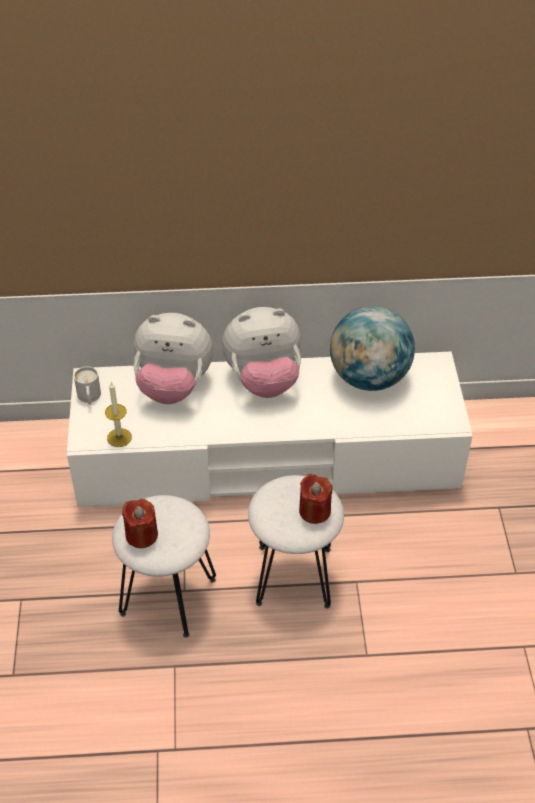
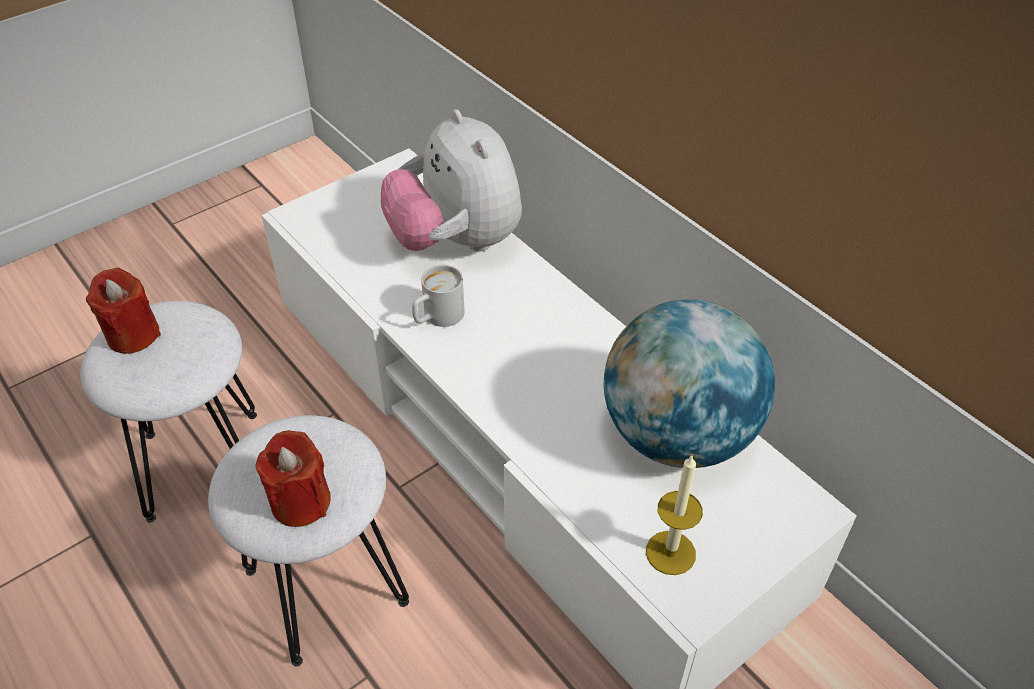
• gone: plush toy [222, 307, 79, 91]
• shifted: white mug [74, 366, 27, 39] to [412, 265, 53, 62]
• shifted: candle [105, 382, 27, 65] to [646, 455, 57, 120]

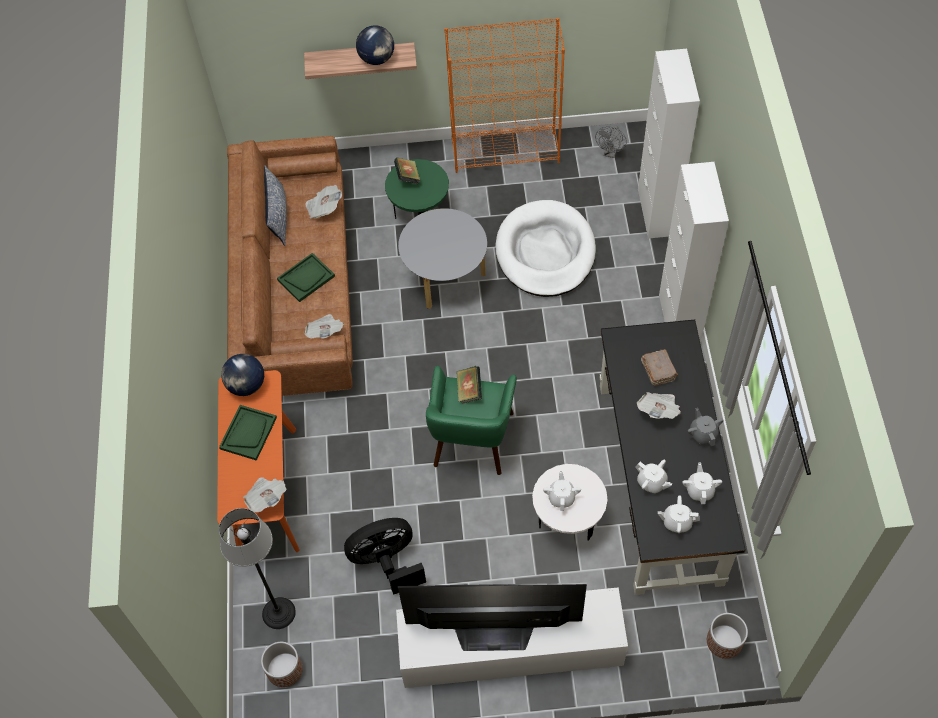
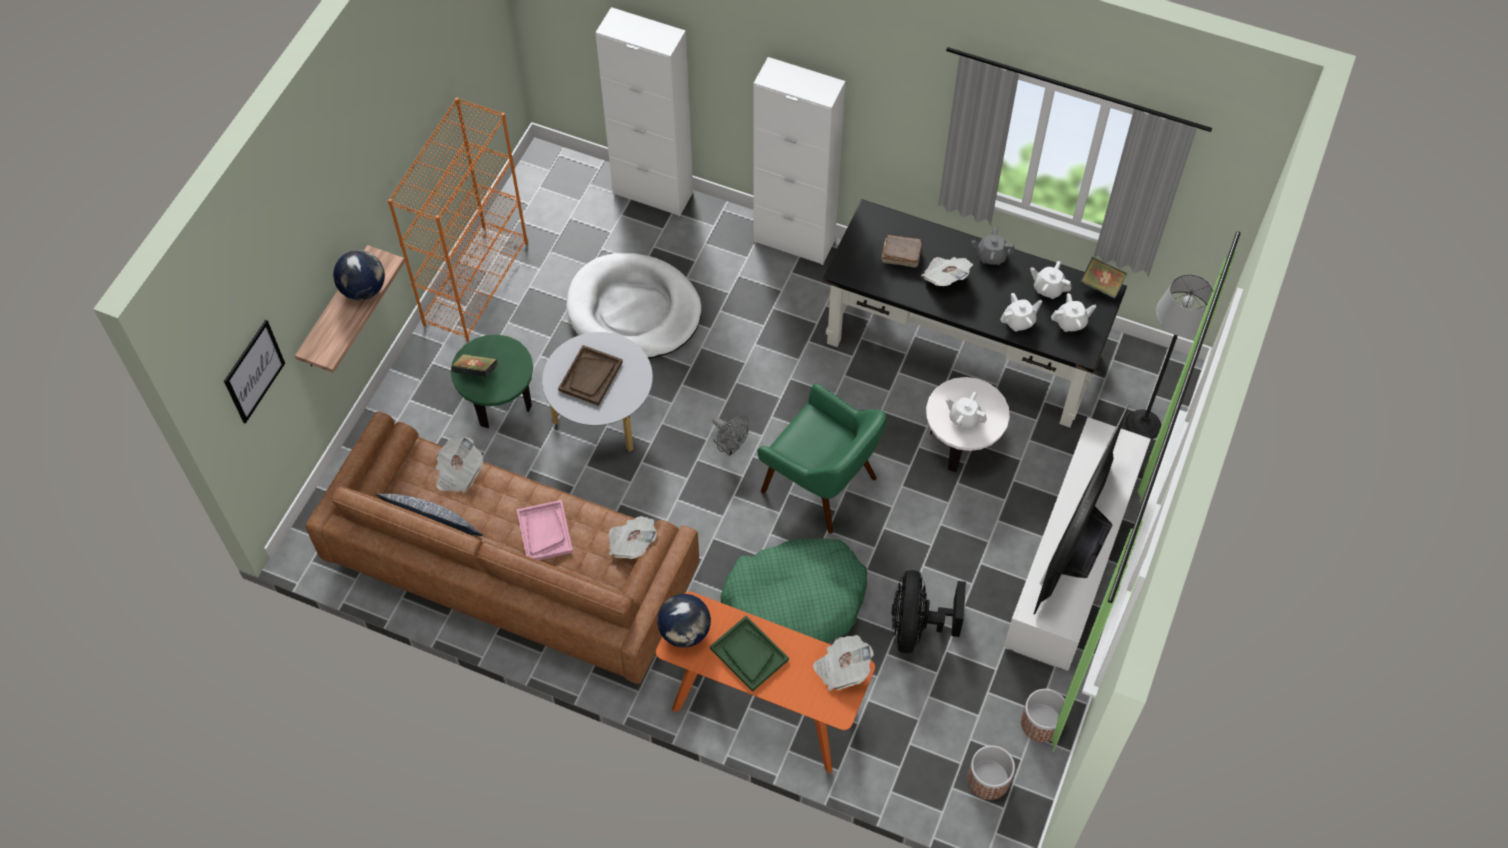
• new: picture [224, 319, 61, 105]
• new: brown tray [558, 345, 65, 61]
• new: green dog bed [720, 538, 147, 105]
• shifted: floor lamp [219, 508, 77, 121] to [1125, 274, 88, 166]
• shifted: book [456, 366, 26, 38] to [1080, 257, 47, 41]
• shifted: grey fan [595, 125, 32, 33] to [713, 416, 36, 40]
• shifted: planter [707, 613, 41, 46] to [1021, 689, 44, 53]
• repainted: green tray [277, 253, 58, 49] to pink tray [517, 500, 56, 60]
• rotated: white teapot [658, 496, 42, 37] = [1051, 293, 45, 39] 135 degrees counterclockwise

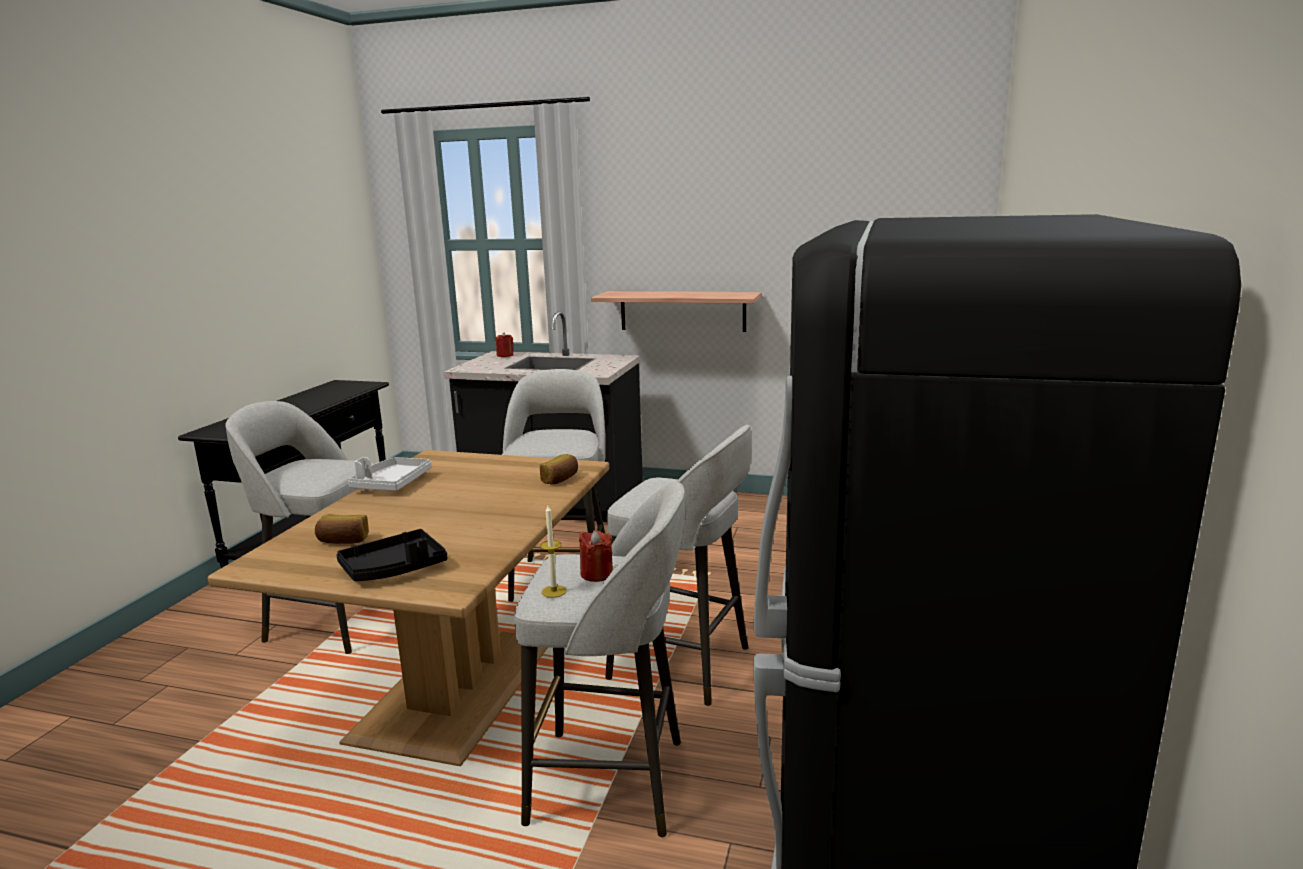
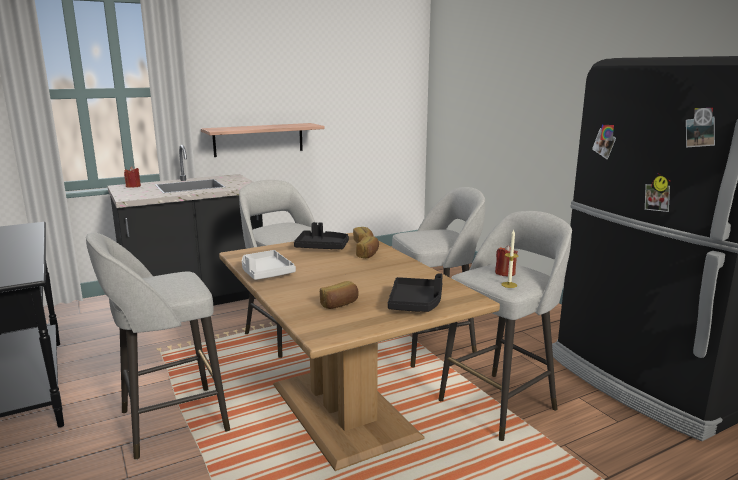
• new: black tray [294, 222, 55, 27]
• new: bread [356, 236, 23, 22]

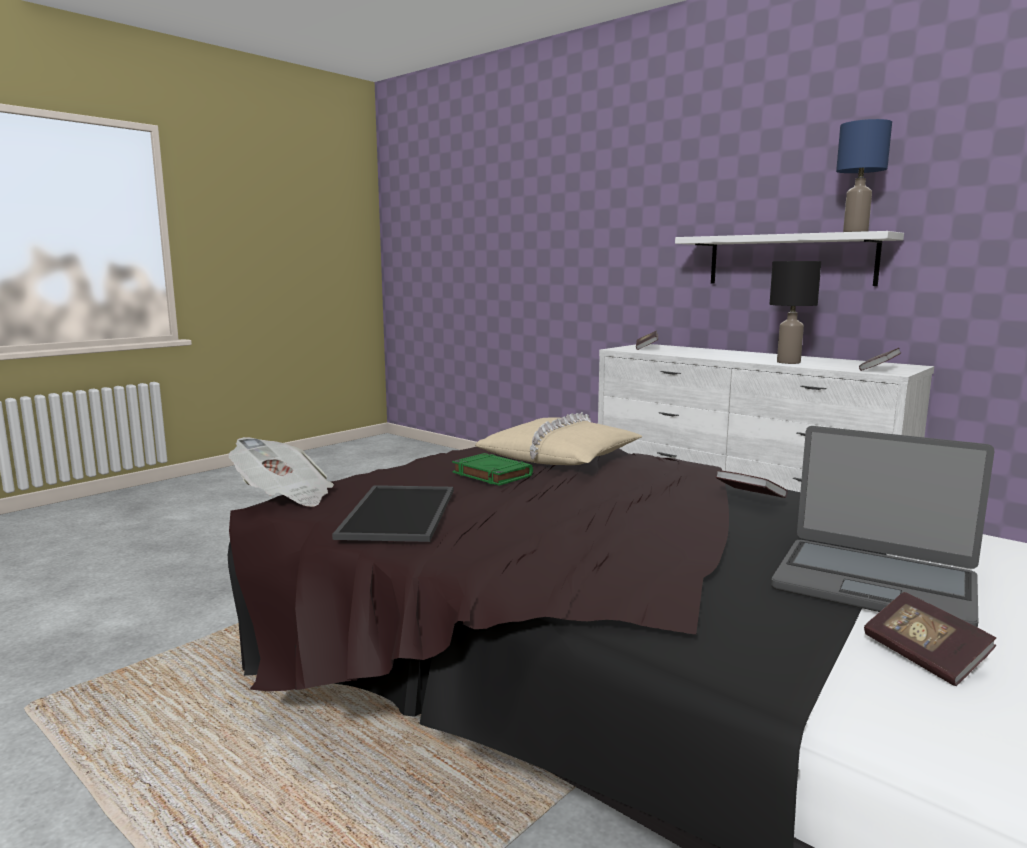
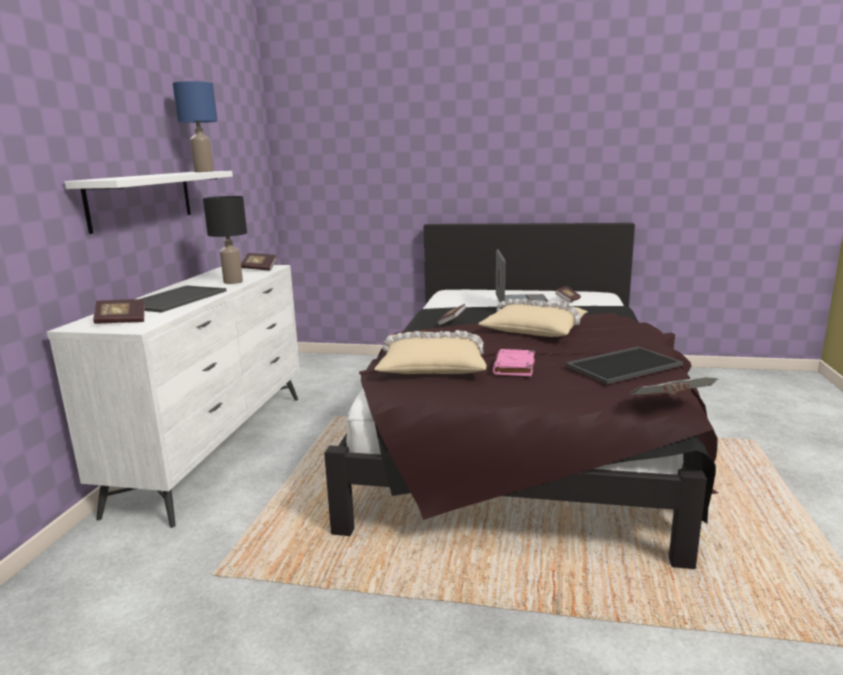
• new: tray [141, 285, 85, 28]
• new: beige pillow [478, 299, 110, 38]
• repainted: green book [452, 453, 81, 33] to pink book [493, 349, 42, 27]

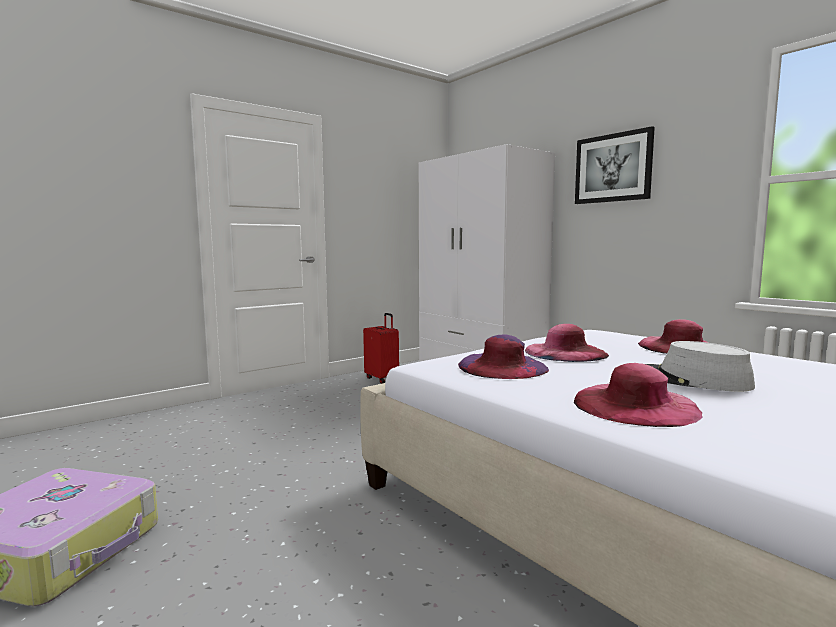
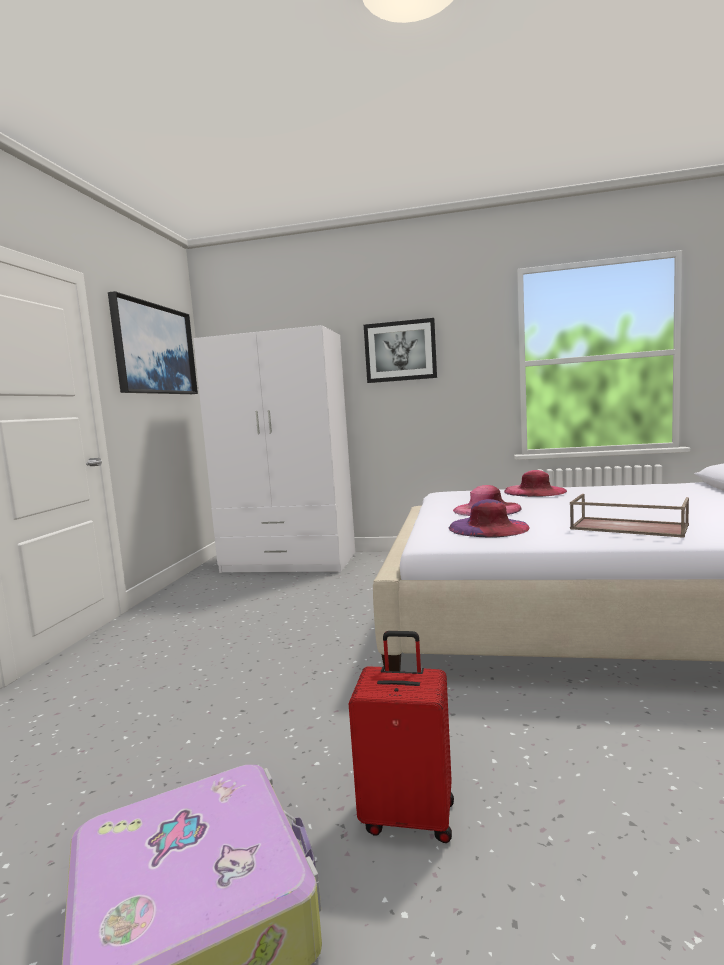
• gone: grey hat [646, 341, 109, 51]
• new: picture [108, 291, 90, 103]
• shifted: red suitcase [363, 313, 36, 71] to [349, 631, 105, 212]
• swapped: pink hat [574, 363, 129, 64] to brown tray [570, 494, 119, 44]

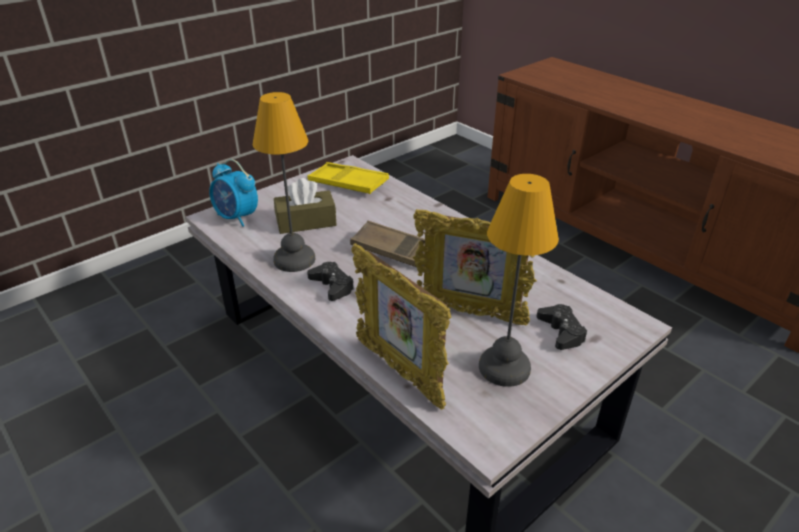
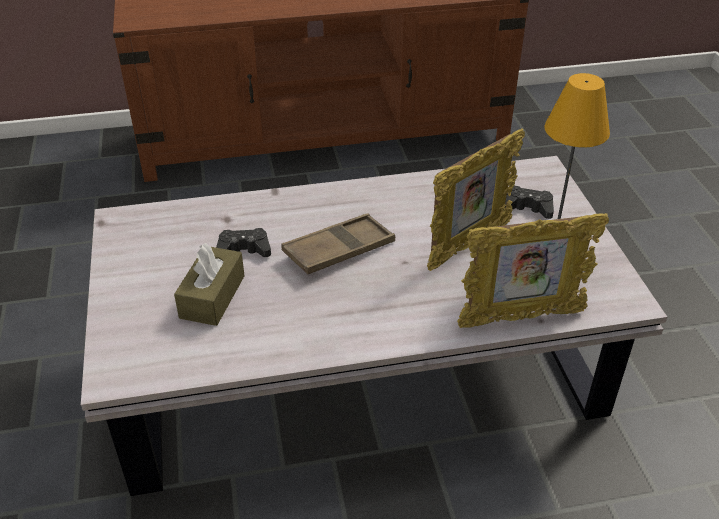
• gone: alarm clock [209, 159, 49, 68]
• gone: table lamp [253, 92, 62, 180]
• gone: yellow tray [307, 162, 82, 32]
• shifted: black game controller [307, 262, 47, 39] to [216, 228, 55, 29]

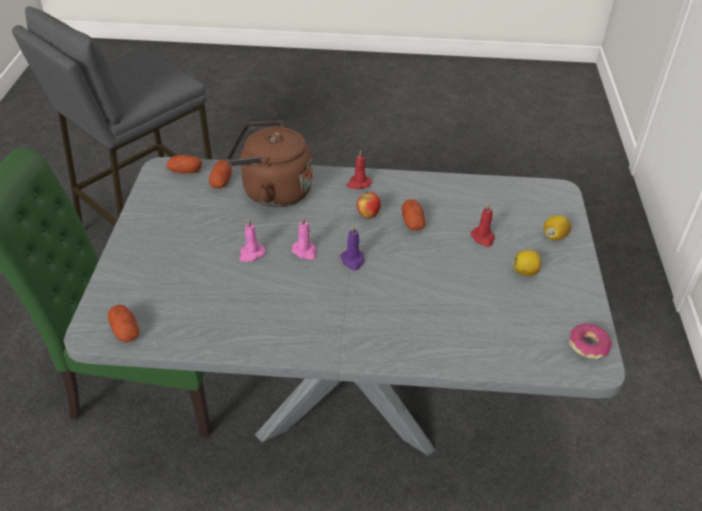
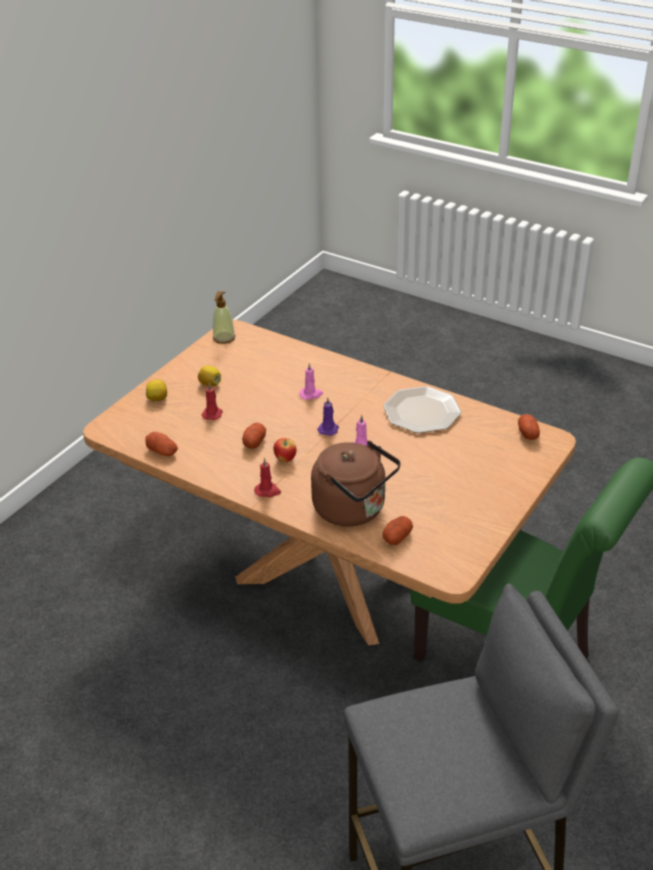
• new: plate [383, 386, 78, 47]
• shifted: potato [166, 155, 36, 19] to [145, 432, 33, 24]
• shifted: pink candle [239, 219, 27, 43] to [299, 363, 24, 37]
• swapped: donut [569, 323, 43, 36] to soap dispenser [213, 291, 22, 53]
• repainted: grey dining table [64, 157, 561, 299] to brown dining table [83, 320, 493, 325]

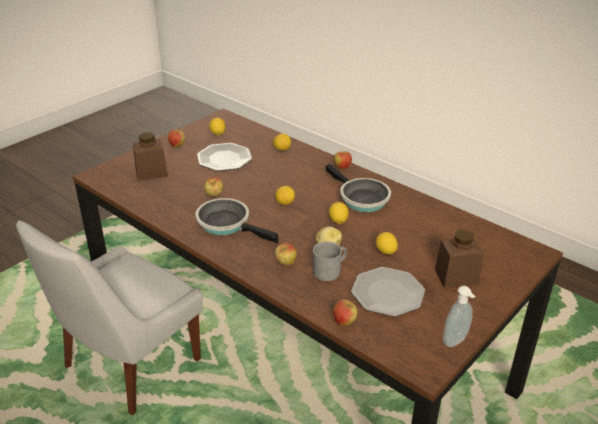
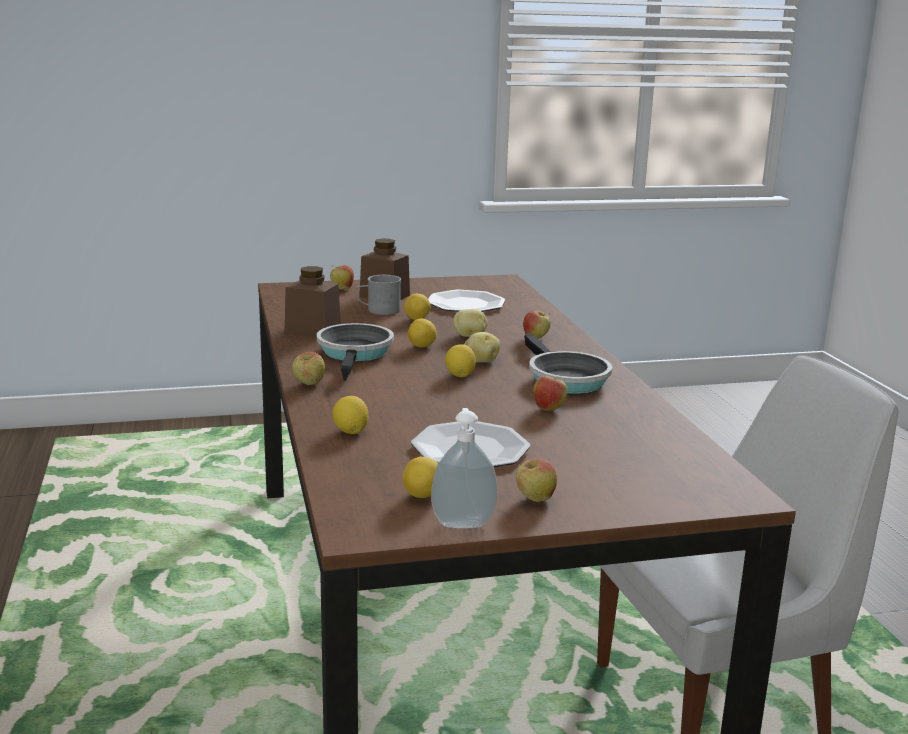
• new: potato [464, 332, 36, 31]
• shifted: brown jar [133, 132, 35, 49] to [285, 266, 56, 71]
• shifted: grey mug [313, 241, 34, 40] to [356, 275, 45, 40]
• shifted: apple [333, 300, 25, 25] to [330, 265, 24, 24]
• shifted: soap dispenser [443, 286, 33, 61] to [431, 408, 67, 120]

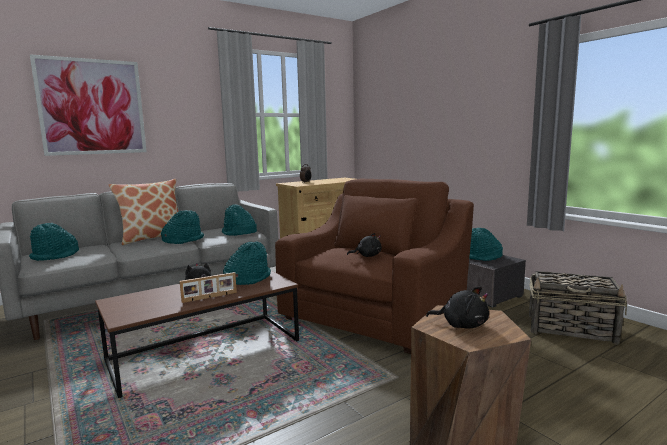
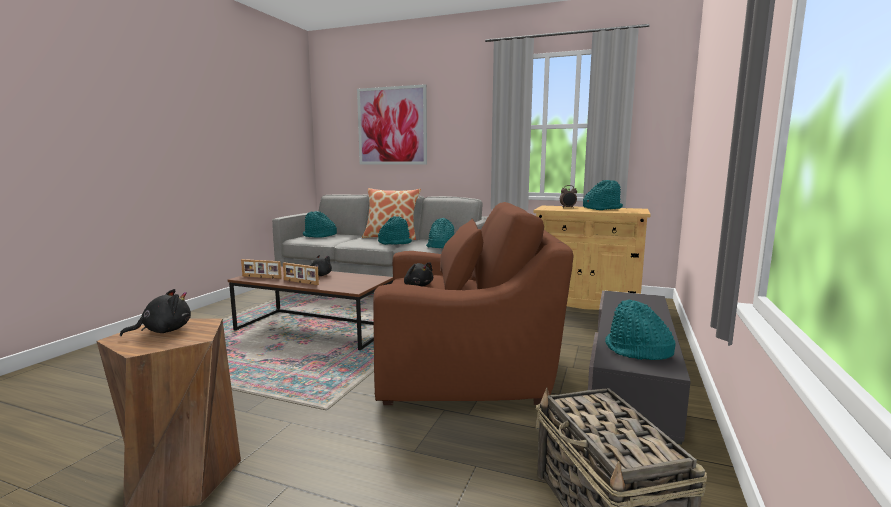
• new: picture frame [241, 259, 41, 20]
• shifted: turquoise hat [223, 241, 48, 44] to [583, 180, 40, 30]
• rotated: black plush toy [426, 286, 63, 42] = [120, 289, 71, 47] 120 degrees counterclockwise

